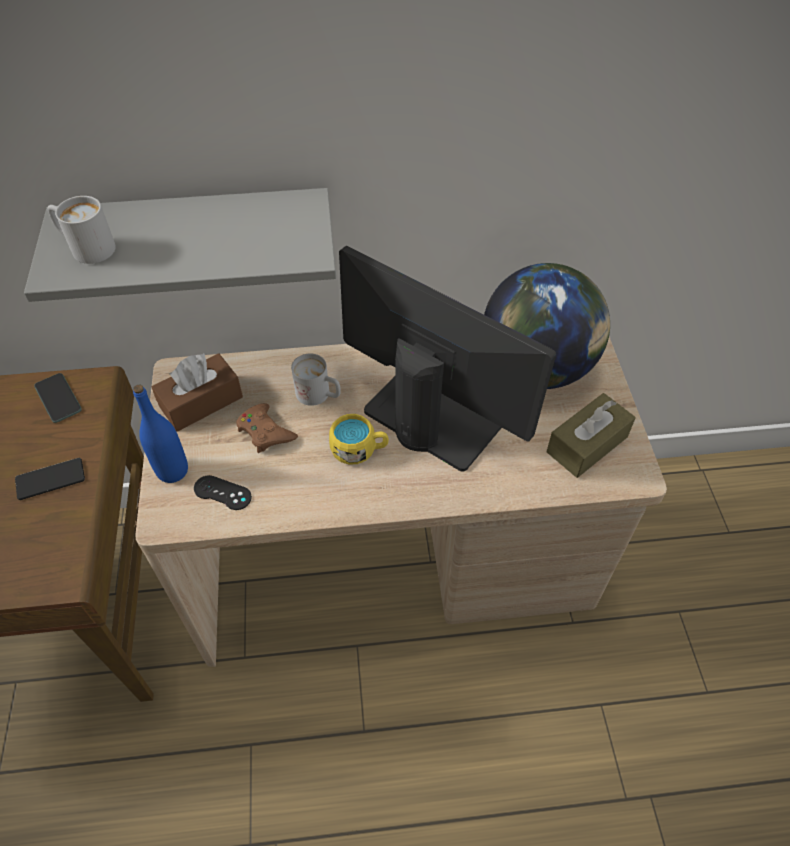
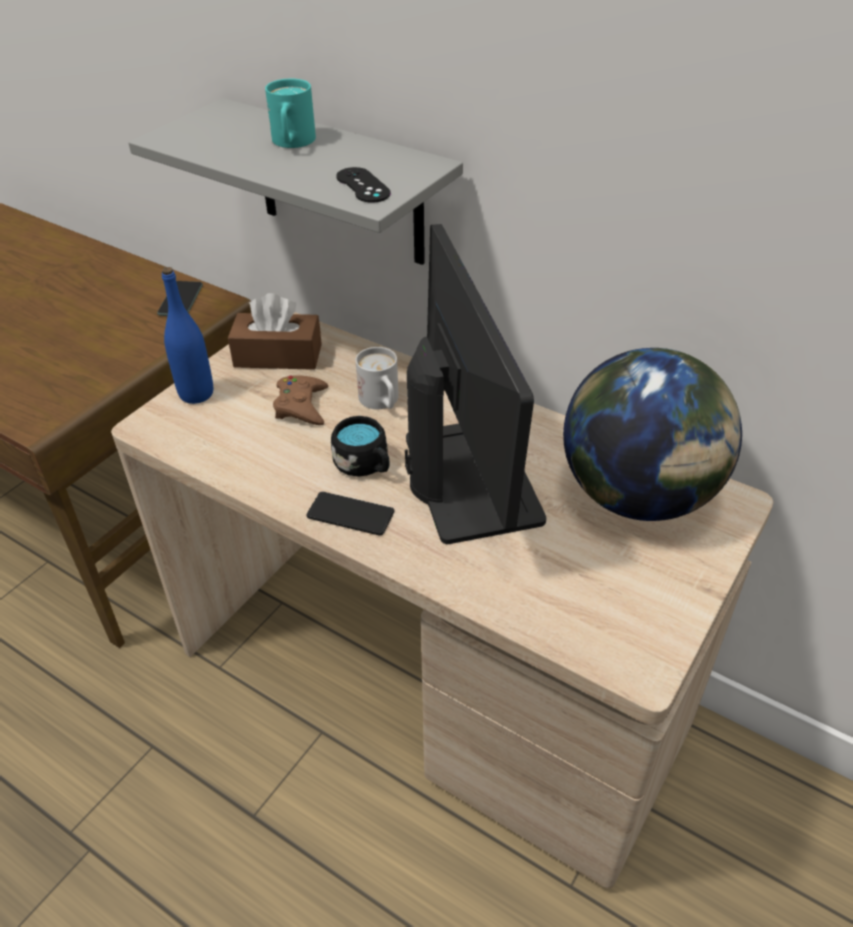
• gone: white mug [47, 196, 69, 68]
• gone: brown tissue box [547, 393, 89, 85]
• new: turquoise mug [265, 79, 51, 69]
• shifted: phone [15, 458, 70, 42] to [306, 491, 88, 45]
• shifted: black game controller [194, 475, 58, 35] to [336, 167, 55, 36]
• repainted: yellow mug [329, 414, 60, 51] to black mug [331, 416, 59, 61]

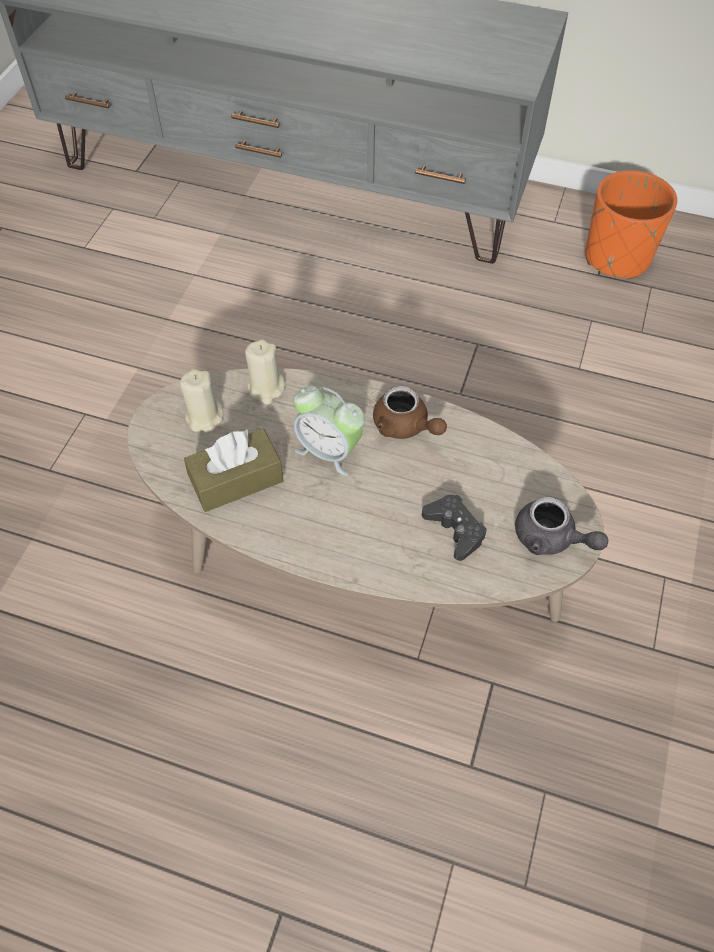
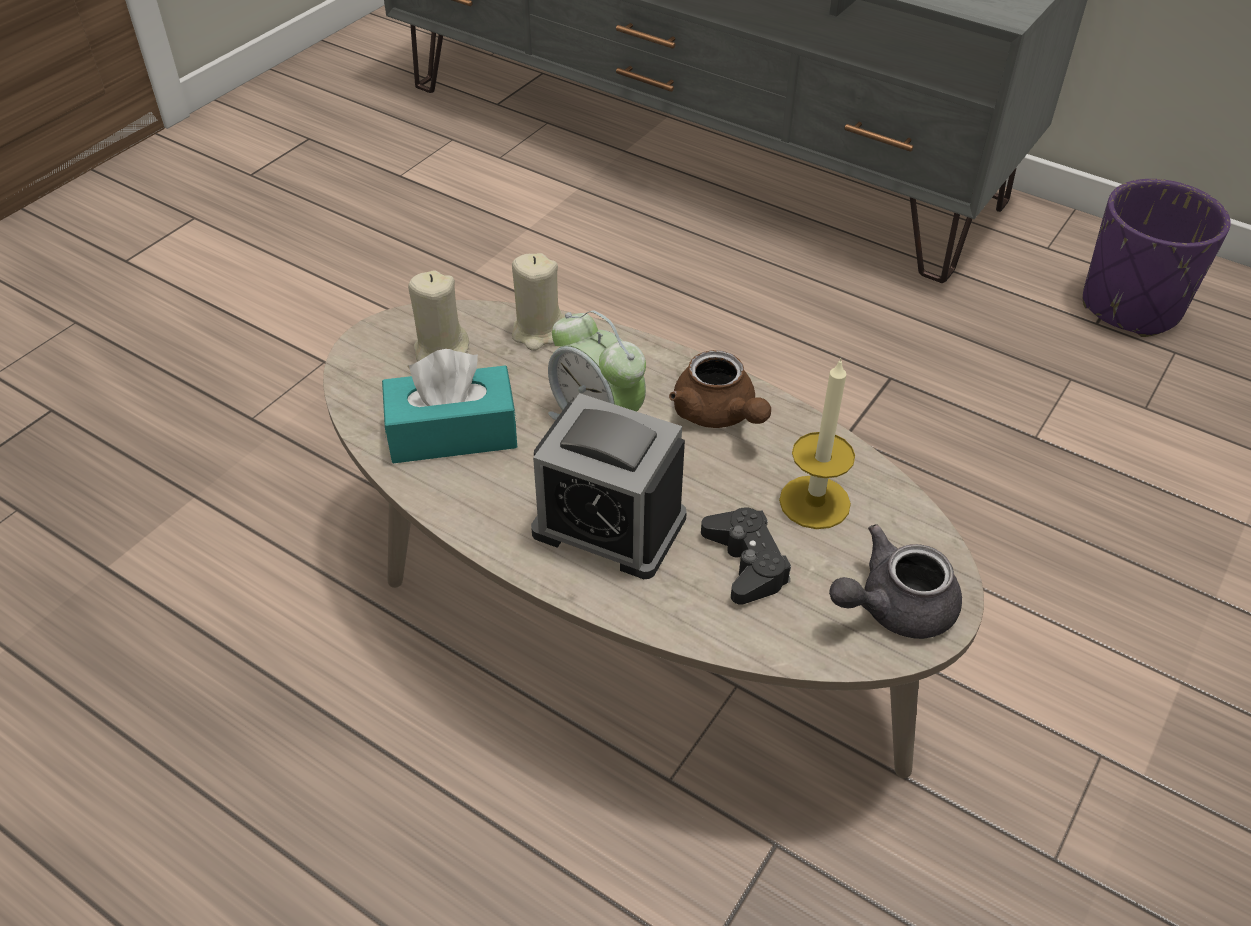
• new: alarm clock [531, 393, 156, 186]
• new: candle [779, 358, 76, 171]
• repainted: brown tissue box [184, 429, 100, 83] to turquoise tissue box [382, 349, 135, 114]
• repainted: orange planter [585, 170, 92, 110] to purple planter [1083, 179, 148, 158]
• rotated: grey teapot [515, 497, 93, 58] = [829, 524, 133, 115] 105 degrees clockwise

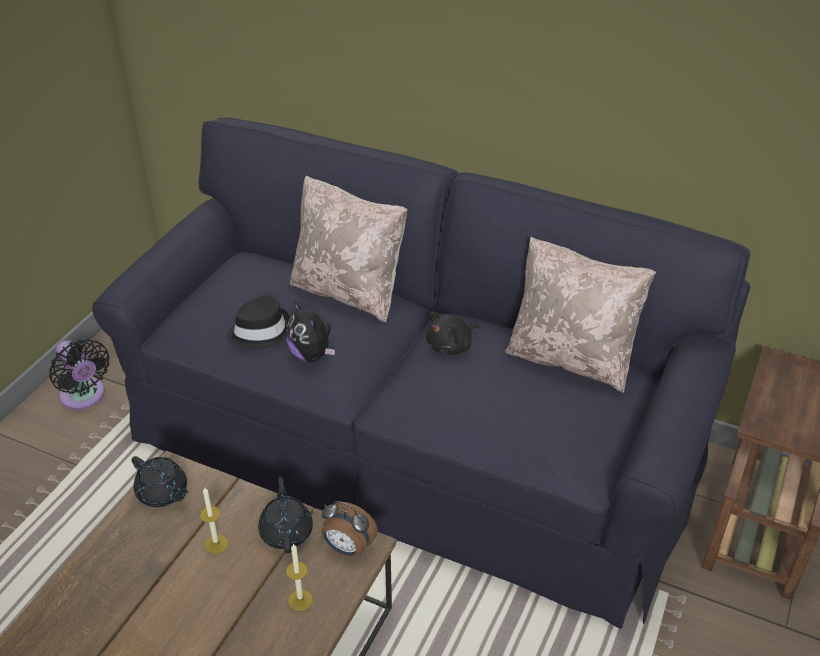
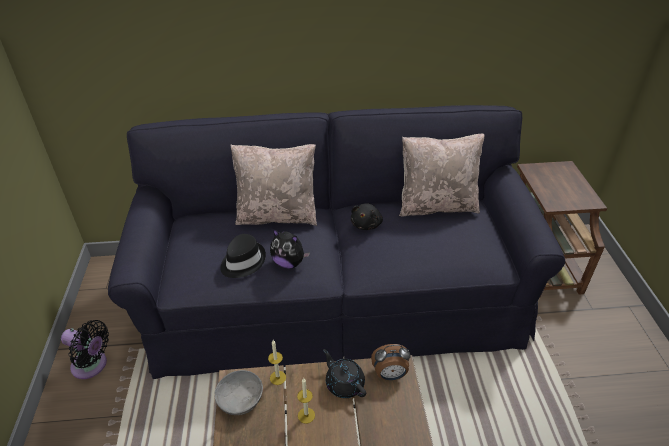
• shifted: candle [286, 543, 27, 68] to [268, 340, 18, 45]
• swapped: black teapot [131, 456, 57, 51] to grey bowl [214, 370, 49, 45]

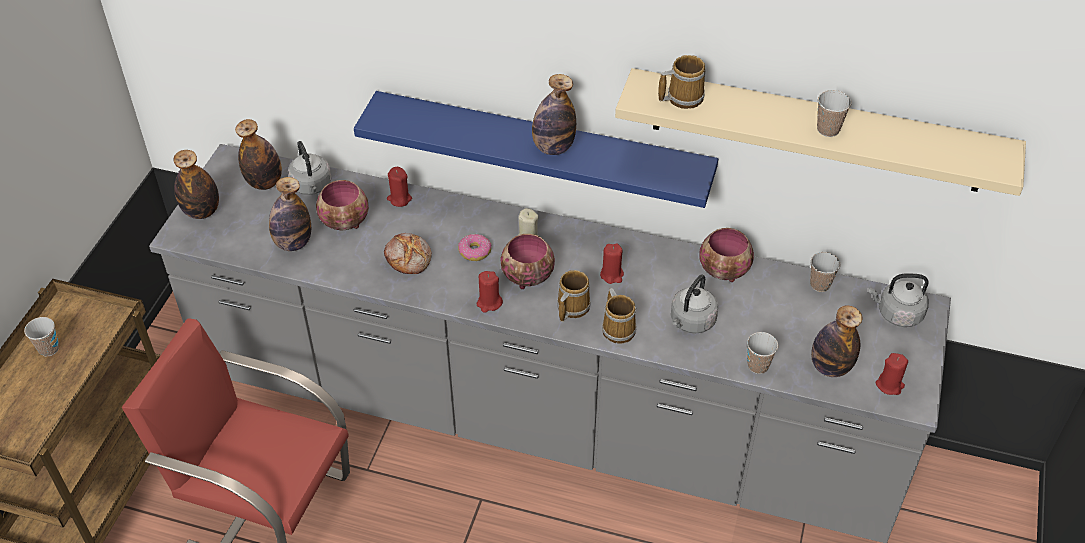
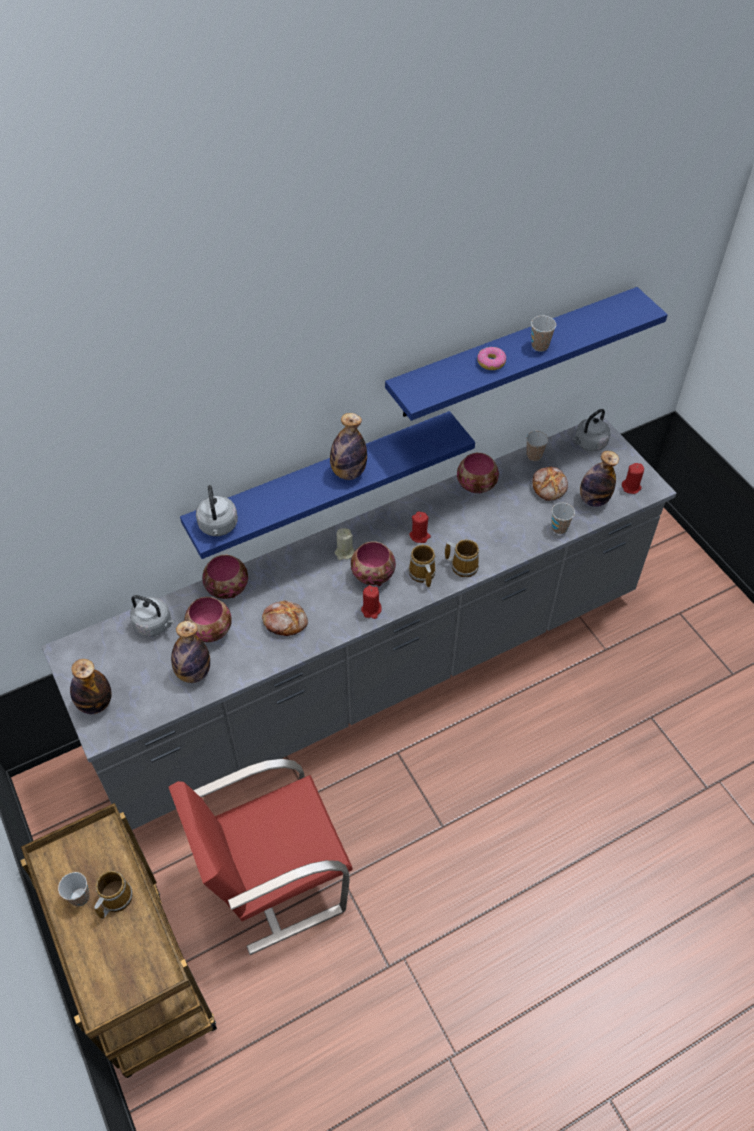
• gone: bottle [235, 119, 47, 71]
• new: bread [532, 466, 36, 35]
• shifted: donut [458, 234, 33, 27] to [477, 347, 29, 23]
• shifted: mug [658, 55, 48, 54] to [94, 871, 39, 48]
• shifted: grey kettle [671, 274, 47, 59] to [196, 485, 42, 51]
• swapped: red candle [387, 167, 25, 40] to bowl [202, 555, 46, 44]
• repainted: beige shelf [615, 68, 411, 128] to blue shelf [385, 287, 283, 134]

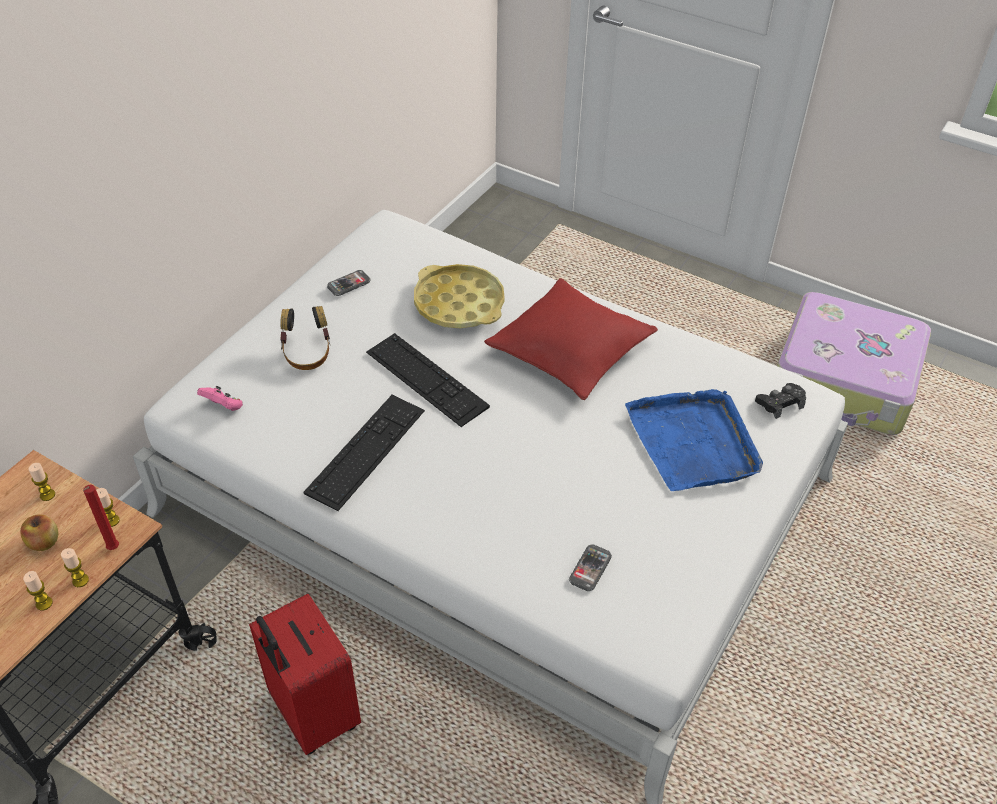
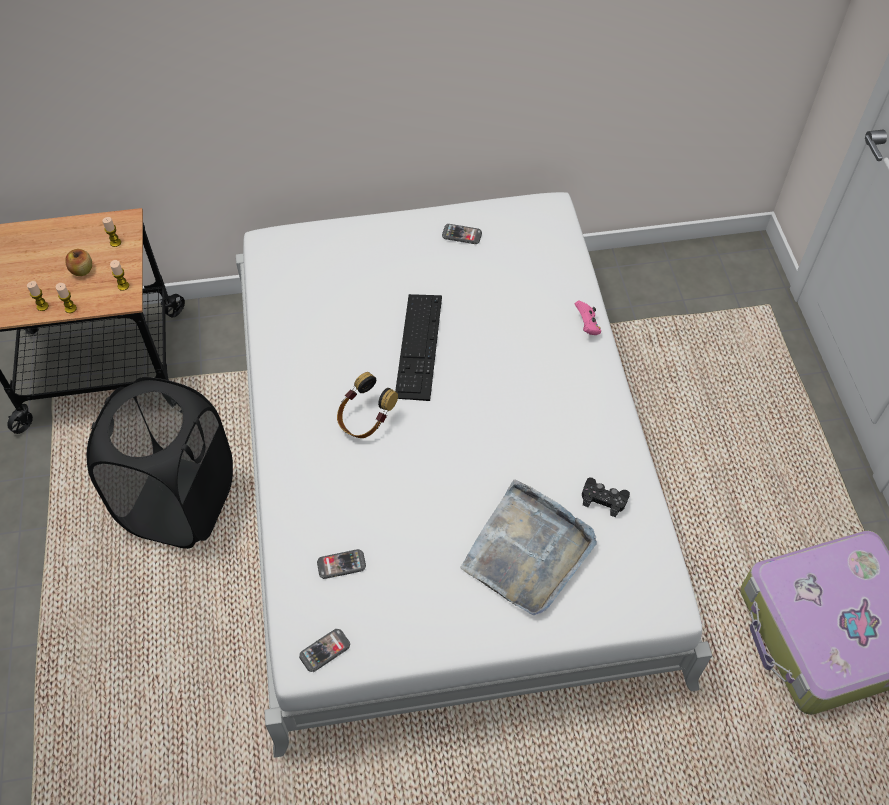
• gone: red candle [83, 485, 36, 65]
• gone: keyboard [304, 395, 121, 116]
• gone: yellow tray [414, 264, 91, 64]
• gone: red pillow [484, 278, 174, 122]
• new: phone [299, 629, 51, 43]
• shifted: pink game controller [197, 386, 46, 25] to [575, 300, 26, 35]
• shifted: headphones [280, 306, 50, 64] to [337, 372, 61, 66]
• shifted: black game controller [755, 383, 51, 36] to [582, 478, 48, 39]
• swapped: red suitcase [249, 594, 112, 161] to black laundry basket [87, 377, 146, 172]
• repainted: blue tray [625, 389, 138, 102] to grey tray [460, 479, 137, 136]

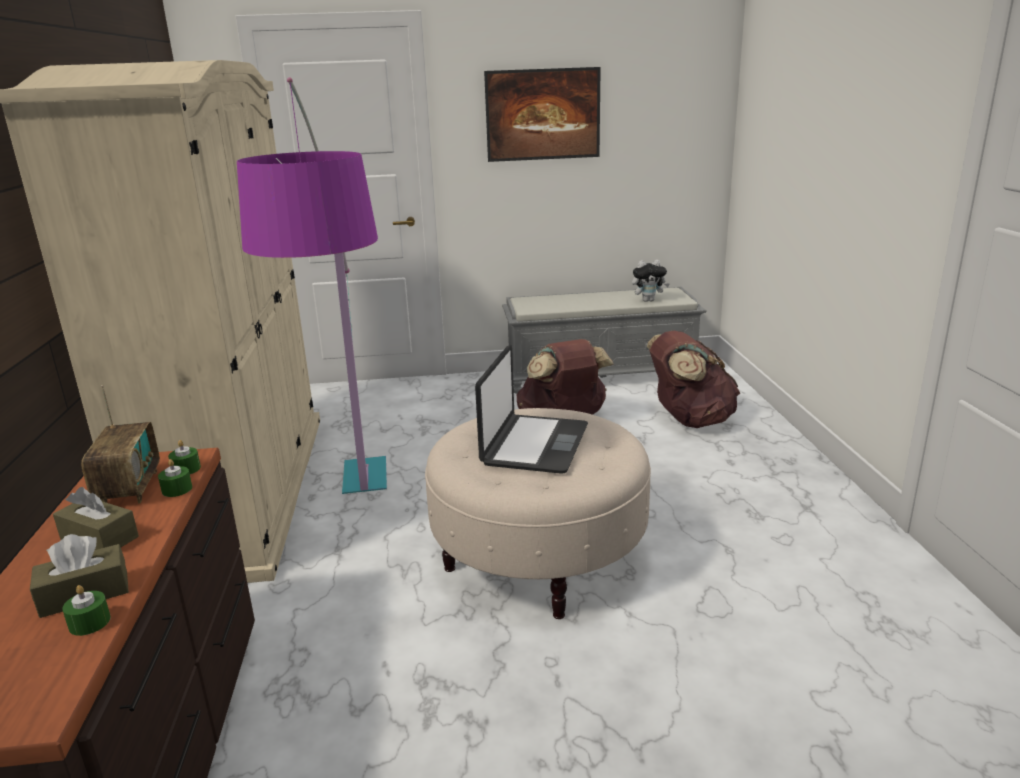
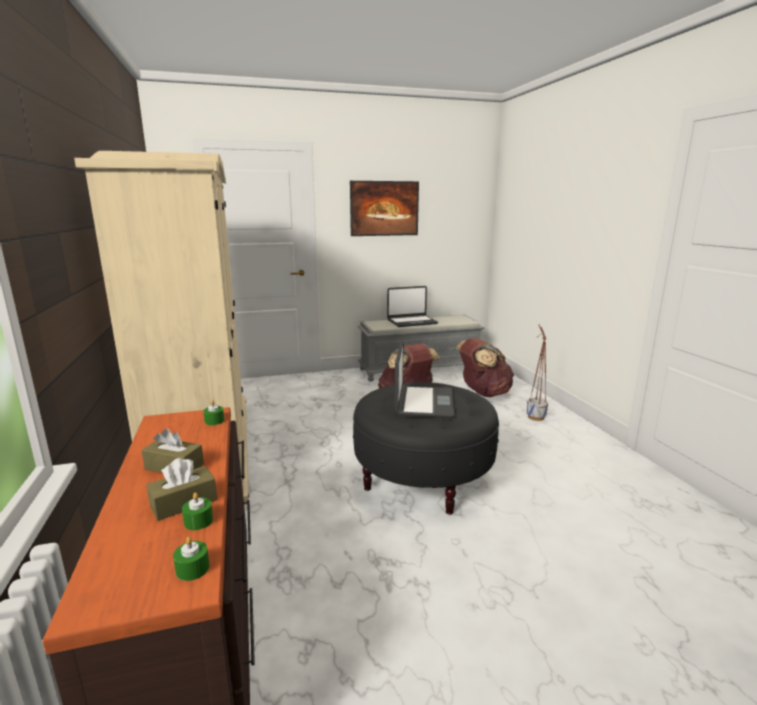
• gone: radio [81, 385, 79, 119]
• gone: floor lamp [237, 77, 150, 417]
• gone: plush toy [632, 260, 38, 42]
• new: laptop [387, 286, 51, 41]
• new: planter [527, 325, 21, 96]
• shifted: green candle [158, 459, 34, 38] to [173, 537, 36, 44]
• repainted: beige ottoman [425, 408, 226, 211] to black ottoman [353, 382, 146, 133]

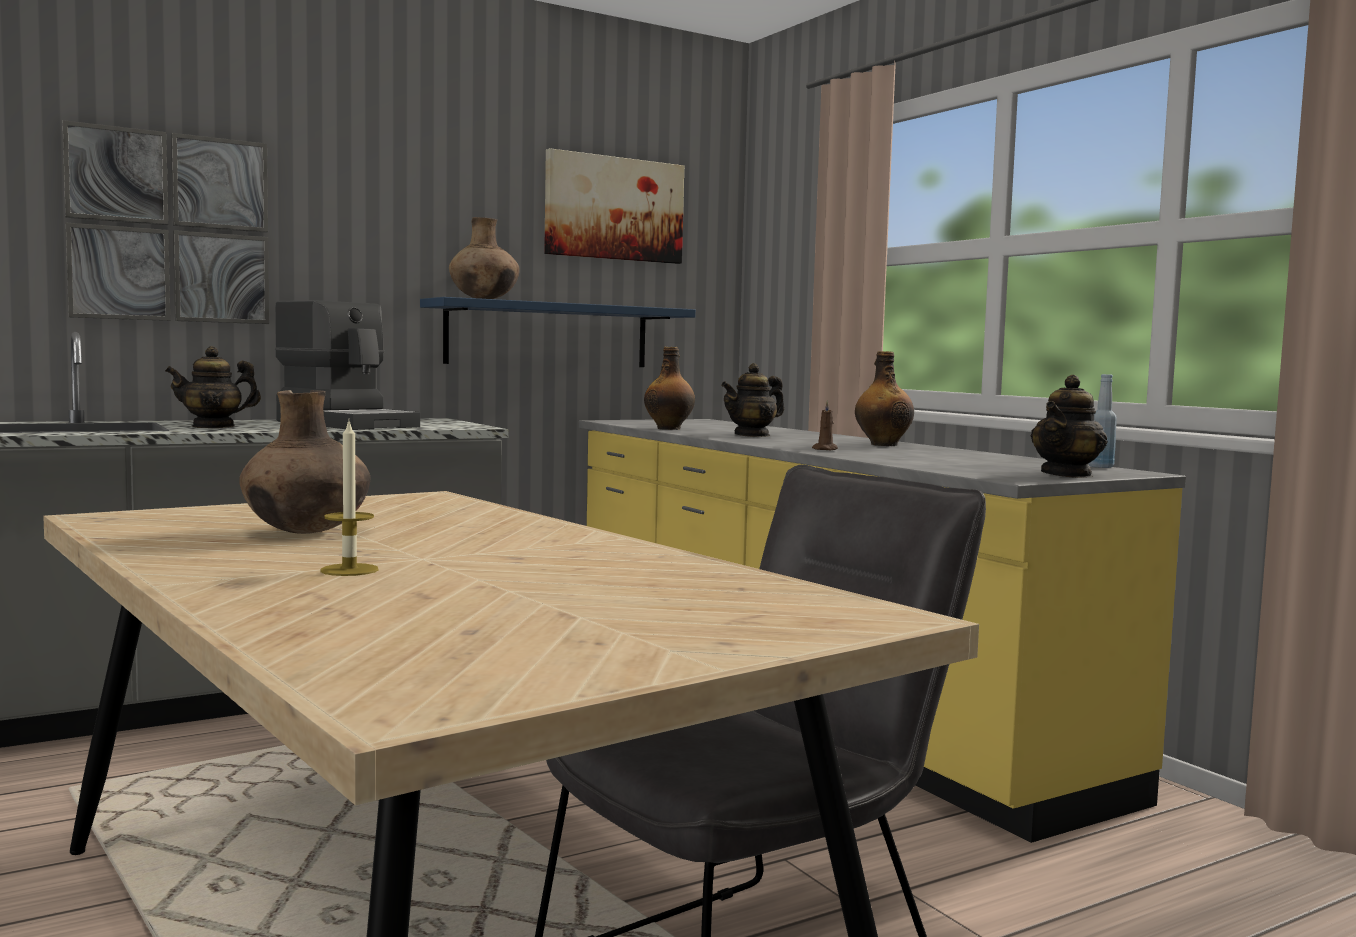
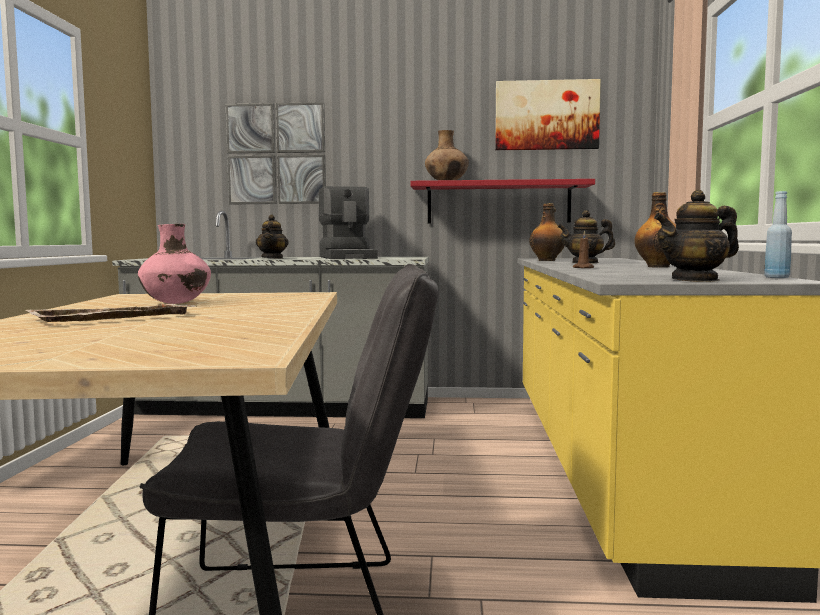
• swapped: candle [321, 422, 58, 154] to beige tray [25, 304, 172, 18]
• repainted: brown vase [239, 390, 131, 144] to pink vase [138, 224, 73, 80]
• repainted: blue shelf [420, 297, 276, 70] to red shelf [410, 179, 185, 44]
• rotated: teapot [165, 346, 96, 82] = [256, 214, 33, 45] 105 degrees counterclockwise

